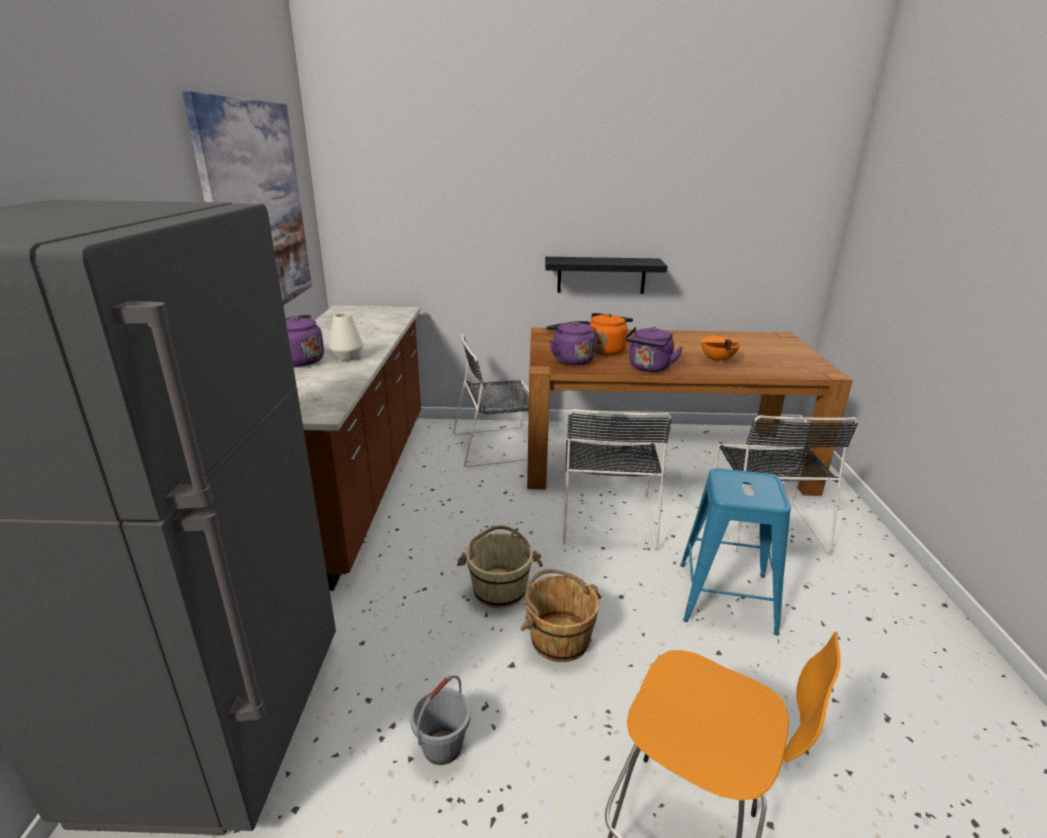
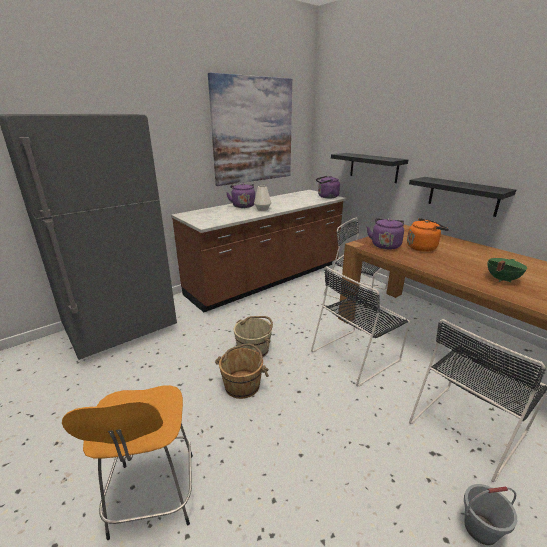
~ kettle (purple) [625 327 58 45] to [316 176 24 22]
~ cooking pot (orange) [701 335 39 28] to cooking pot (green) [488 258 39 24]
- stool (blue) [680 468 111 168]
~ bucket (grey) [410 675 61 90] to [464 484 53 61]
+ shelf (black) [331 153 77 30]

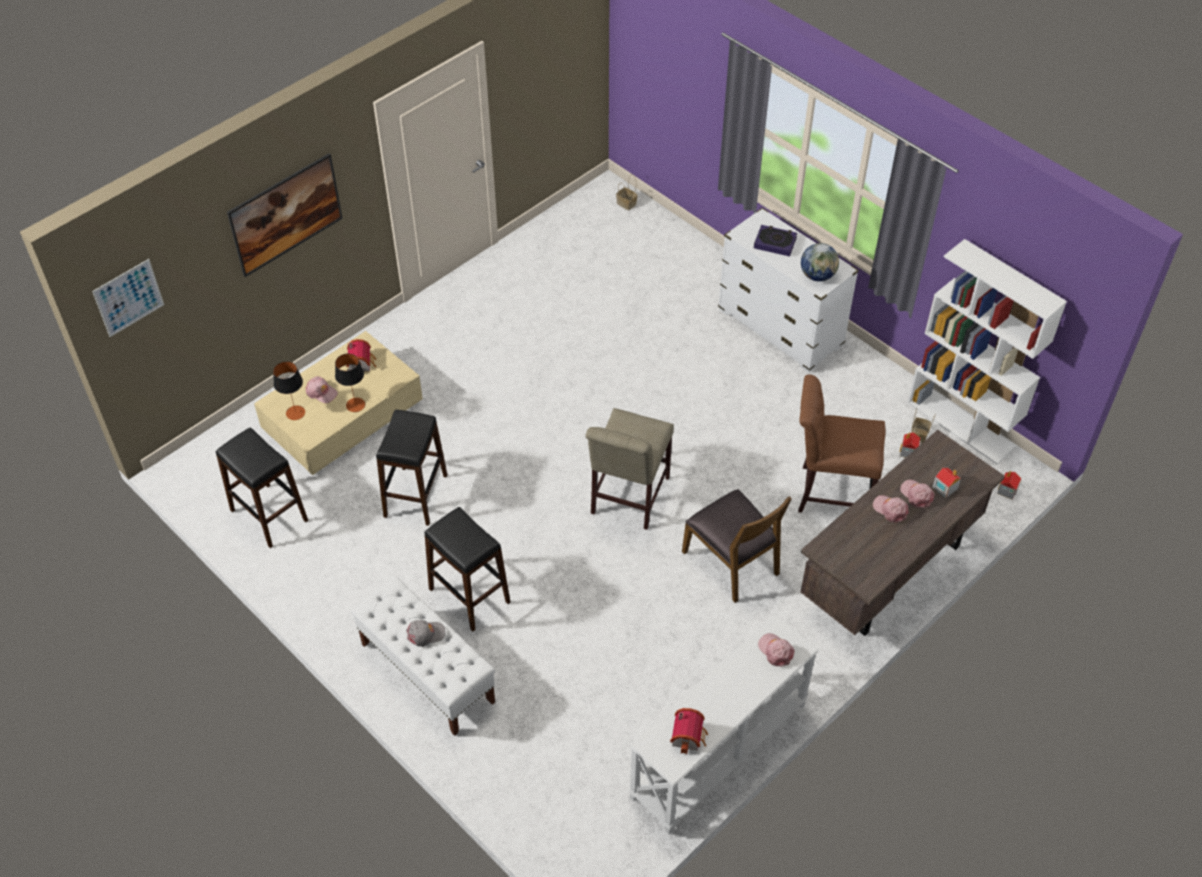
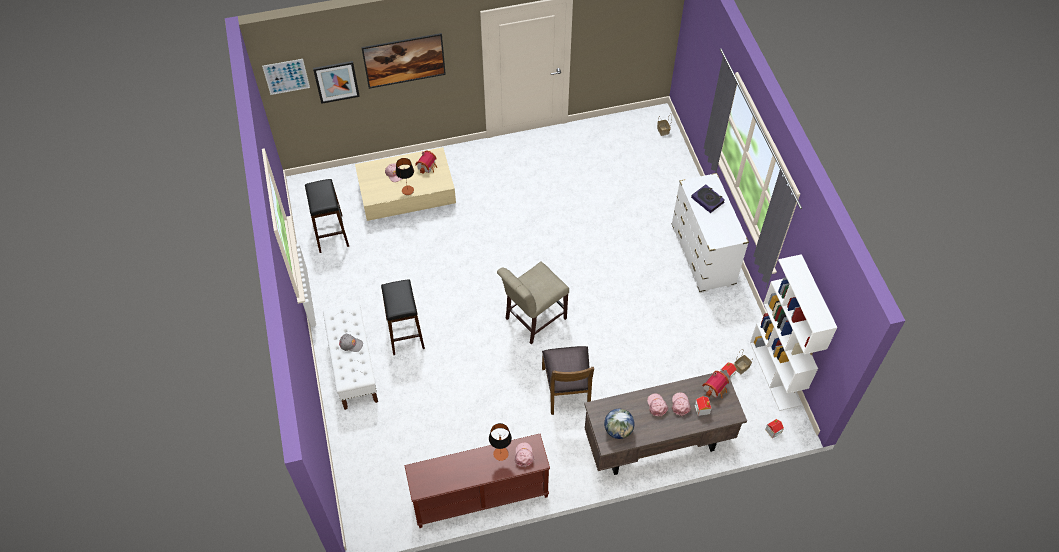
~ globe [801 243 38 39] to [604 409 30 30]
~ table lamp [273 361 32 59] to [489 423 23 38]
- chair (brown) [798 375 87 138]
- stool (black) [376 410 71 116]
~ console table (white) [628 614 191 221] to console table (brown) [404 434 146 94]
~ toy house [670 708 38 46] to [702 371 27 27]
+ picture [313 61 47 43]

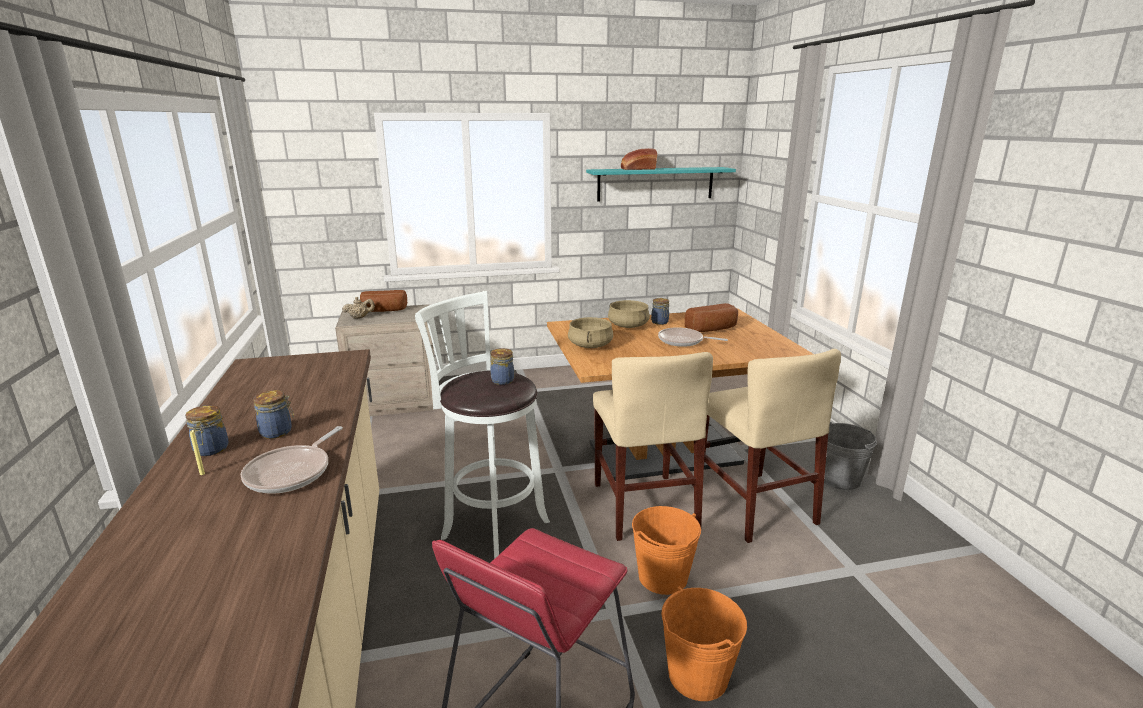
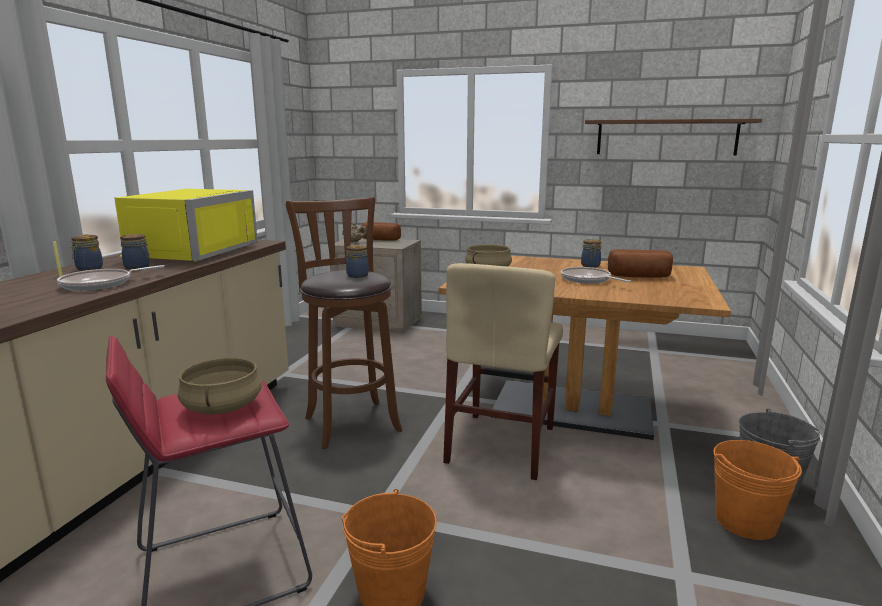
- bread [621 148 36 22]
~ shelf (turquoise) [586 167 150 35] to shelf (brown) [585 119 177 36]
~ stool (white) [415 291 135 268] to stool (brown) [286 197 116 252]
~ cooking pot (beige) [608 300 42 28] to [178 357 84 57]
- chair (beige) [704 349 137 194]
~ bucket (orange) [632 506 69 89] to [713 440 89 100]
+ microwave (yellow) [114 189 144 73]

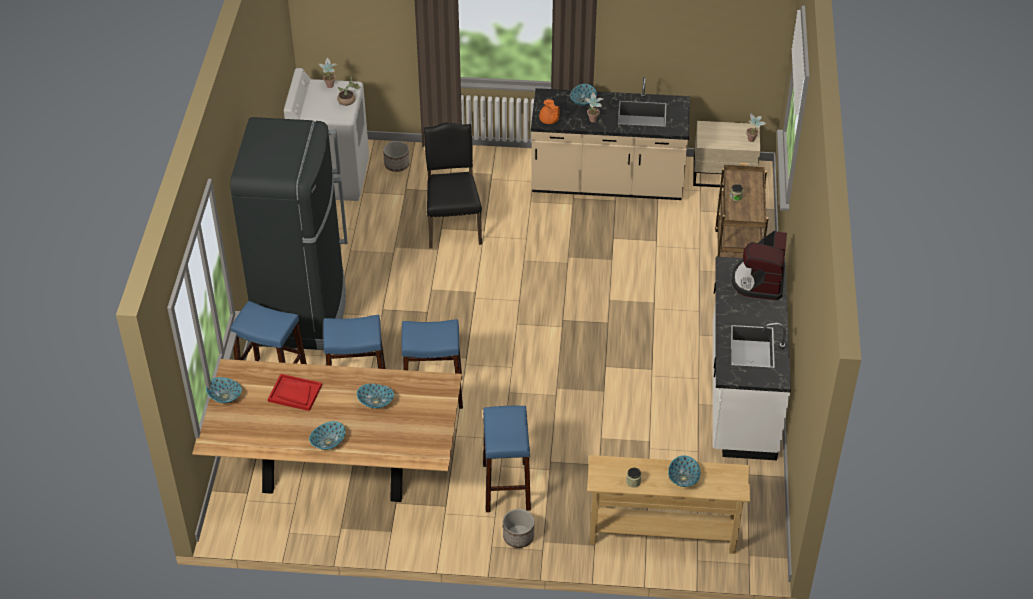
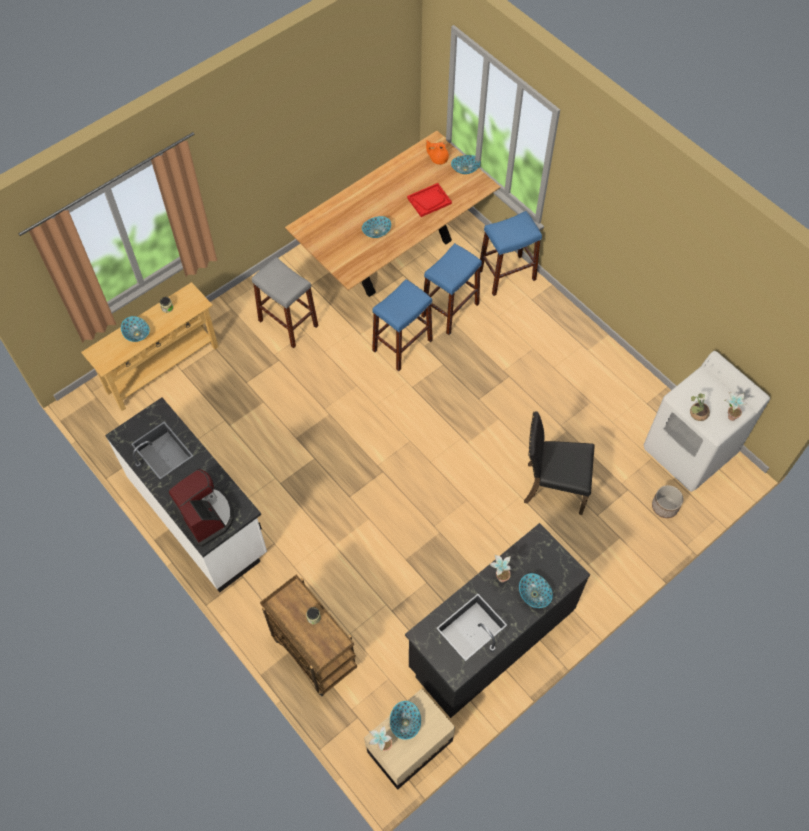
~ counter (beige) [531 77 159 123] to counter (black) [405 523 185 195]
~ teapot (orange) [539 99 21 25] to [426 140 23 25]
- fridge (black) [230 117 118 233]
~ chair (black) [424 122 58 126] = [524 411 71 104] 150 degrees clockwise
~ stool (blue) [483 406 48 106] to stool (grey) [252 257 66 91]
~ bowl [309 421 36 29] to [390 701 31 39]
- planter [503 509 31 39]

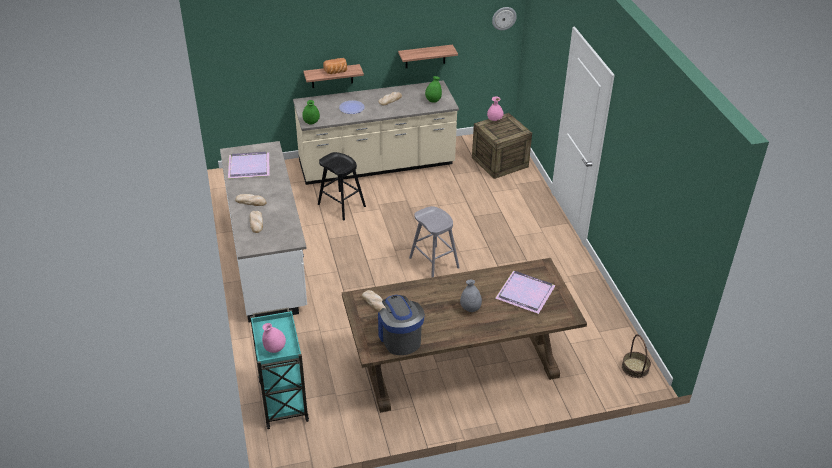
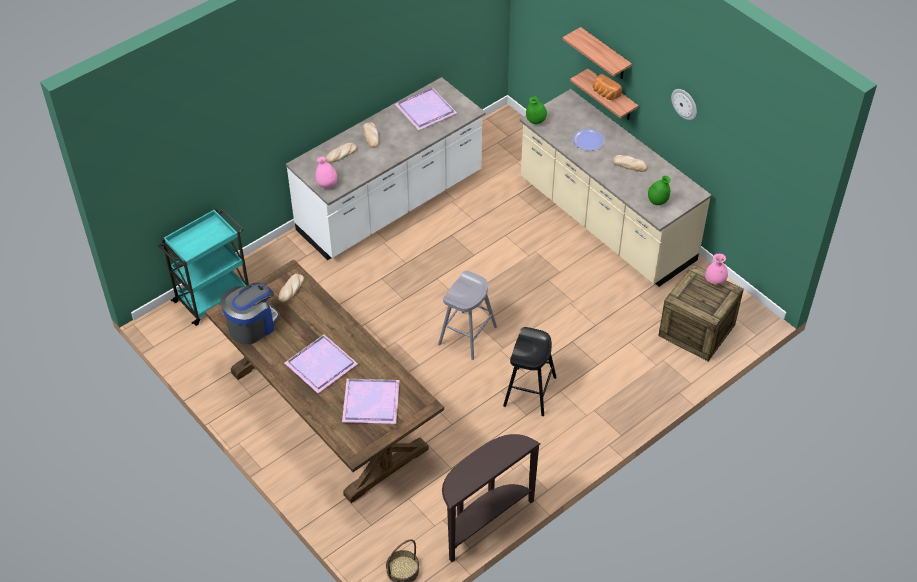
~ wall clock [492 7 25 23] to [671 89 26 31]
~ shelf [398 45 60 23] to [562 27 70 52]
~ stool (black) [318 152 48 68] to [503 327 54 89]
~ vase (grey) [460 280 22 32] to tray (purple) [285 335 73 58]
~ vase (pink) [262 323 24 30] to [316 156 21 32]
+ console table (brown) [442 434 98 128]

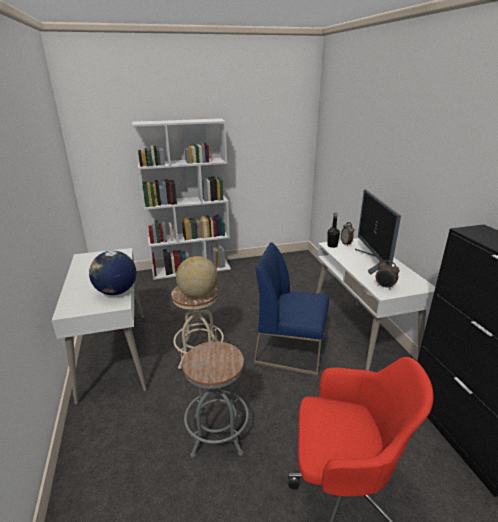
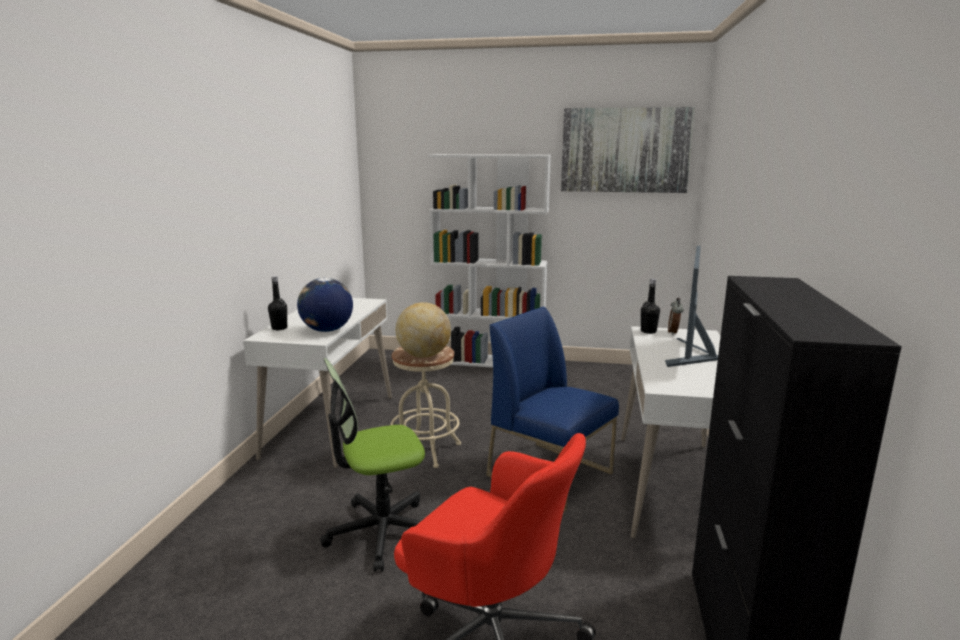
- alarm clock [376 261 23 29]
~ stool (grey) [182 341 67 117] to office chair [320 358 105 214]
+ picture [561 107 134 86]
+ bottle (black) [268 276 19 54]

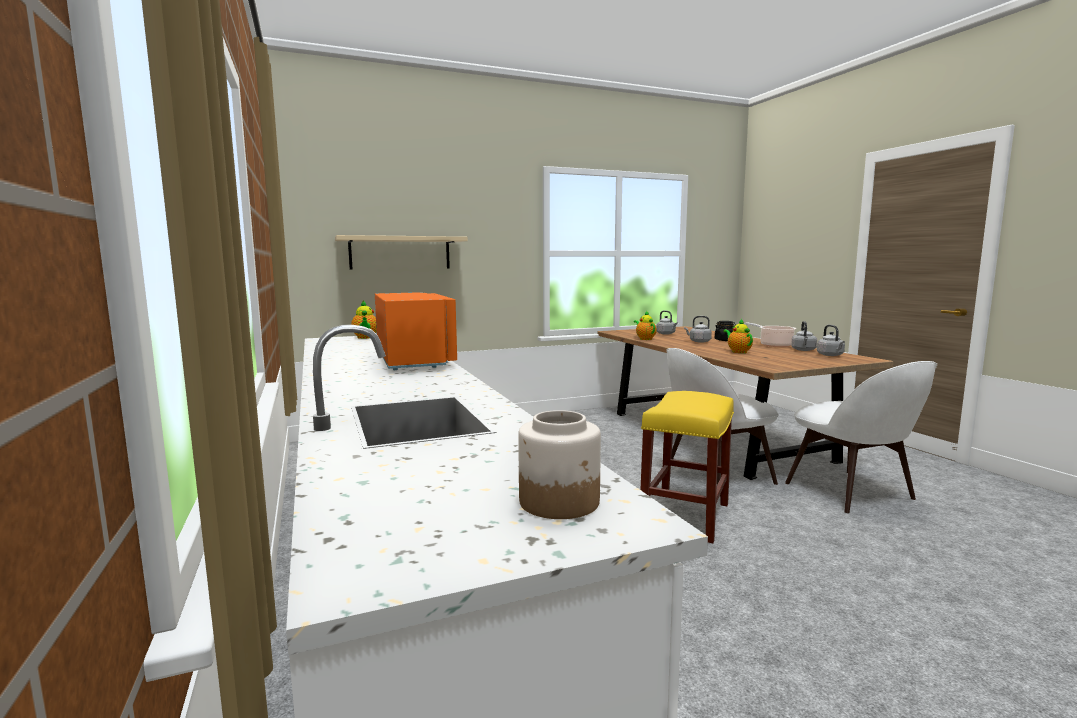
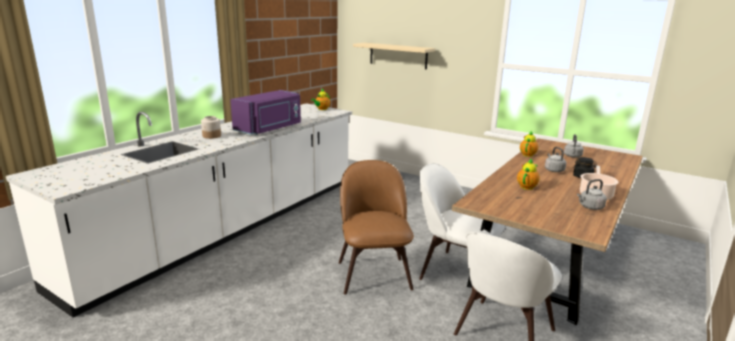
~ microwave (orange) [375 292 82 78] to microwave (purple) [230 90 71 45]
- kettle (grey) [817 325 28 31]
~ stool (yellow) [640 391 94 152] to chair (brown) [339 160 75 135]
~ jar [518 410 83 109] to [201 116 20 23]

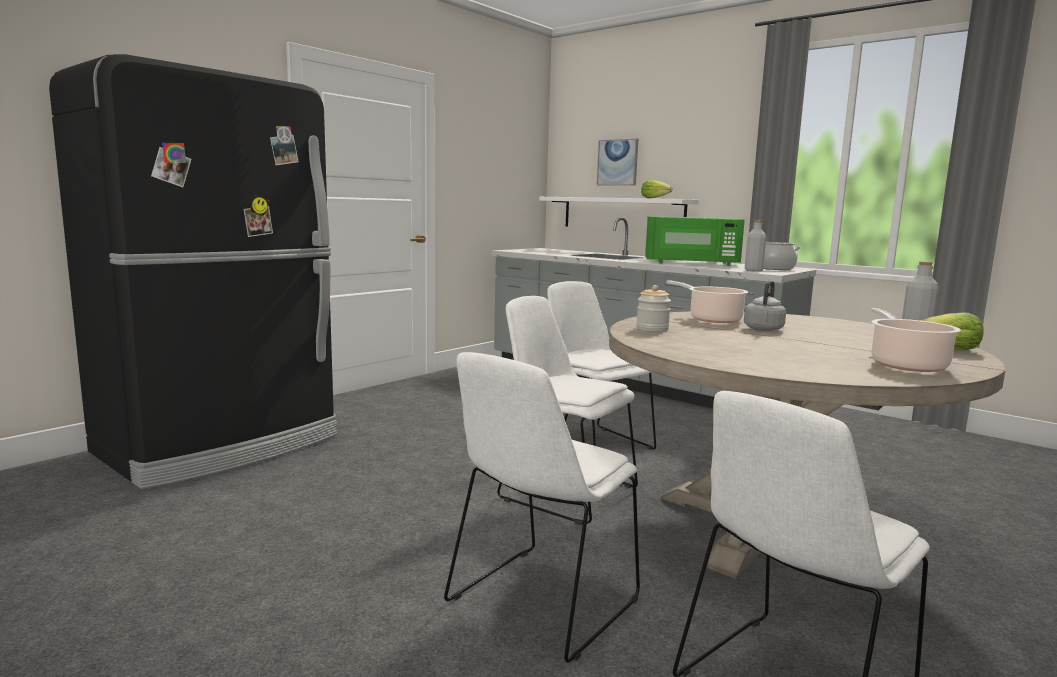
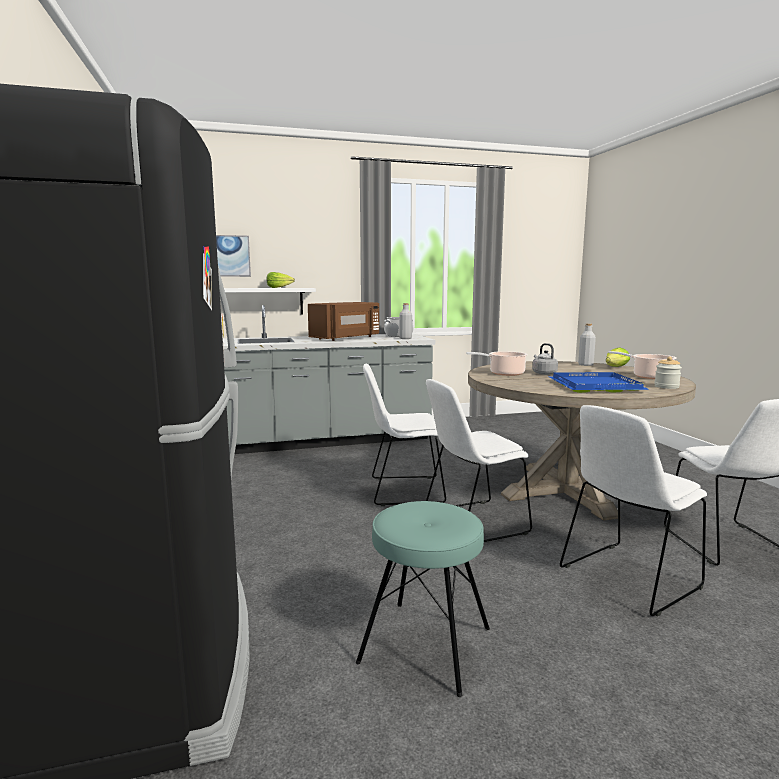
~ microwave (green) [645 216 100 50] to microwave (brown) [308 302 71 39]
~ jar [636 285 35 46] to [654 356 28 33]
~ chair (white) [444 352 196 311] = [560 405 147 212] 75 degrees clockwise
+ tray (blue) [548 372 102 21]
+ stool (turquoise) [356 501 134 196]

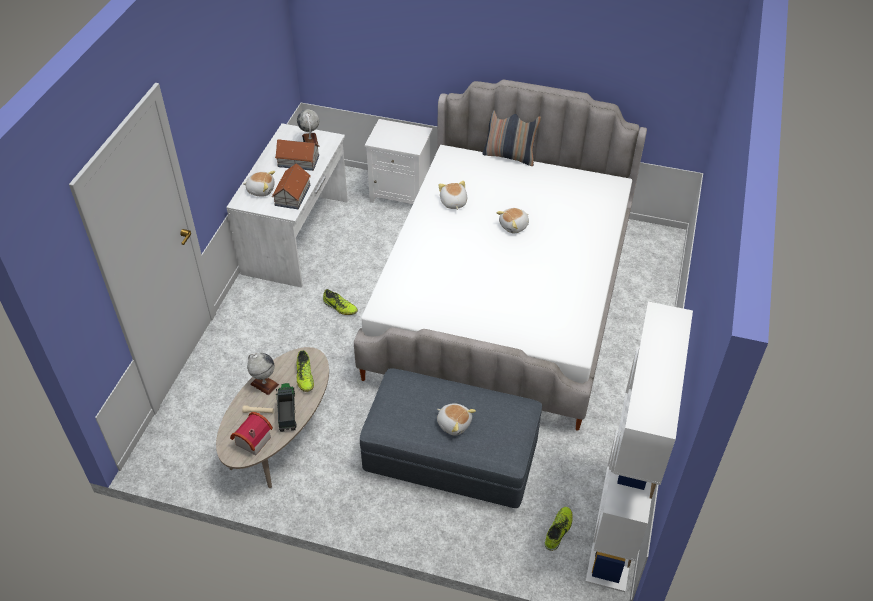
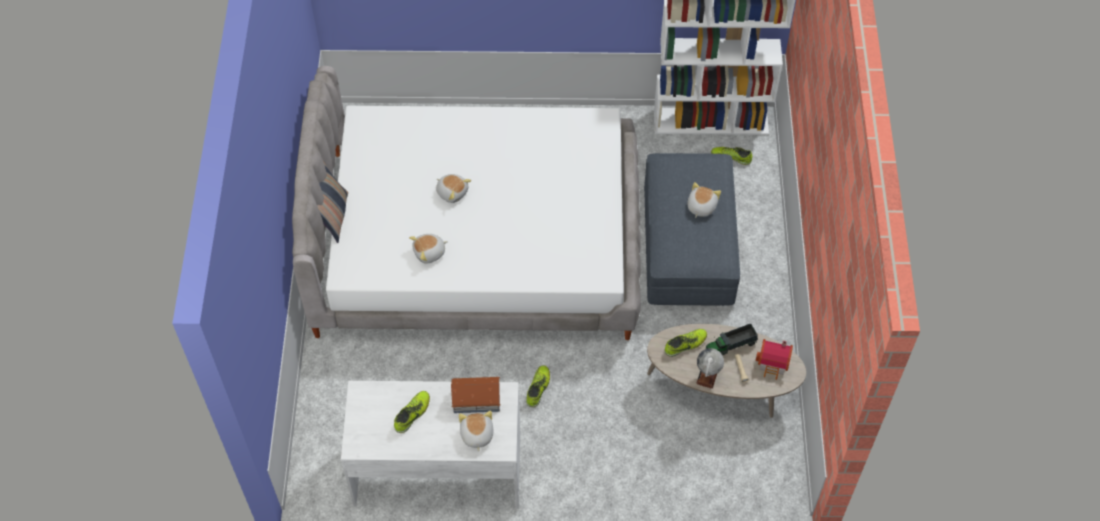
- globe [297 110 22 35]
- nightstand (white) [365 119 68 85]
~ toy house [275 139 45 32] to shoe [394 391 36 42]

